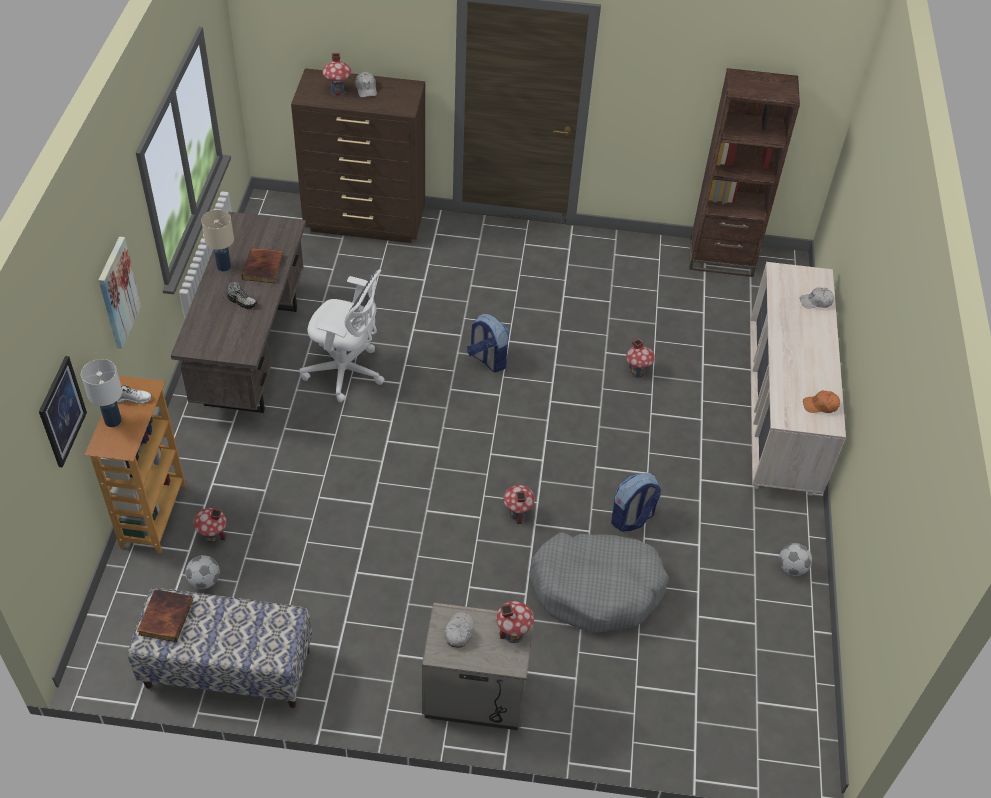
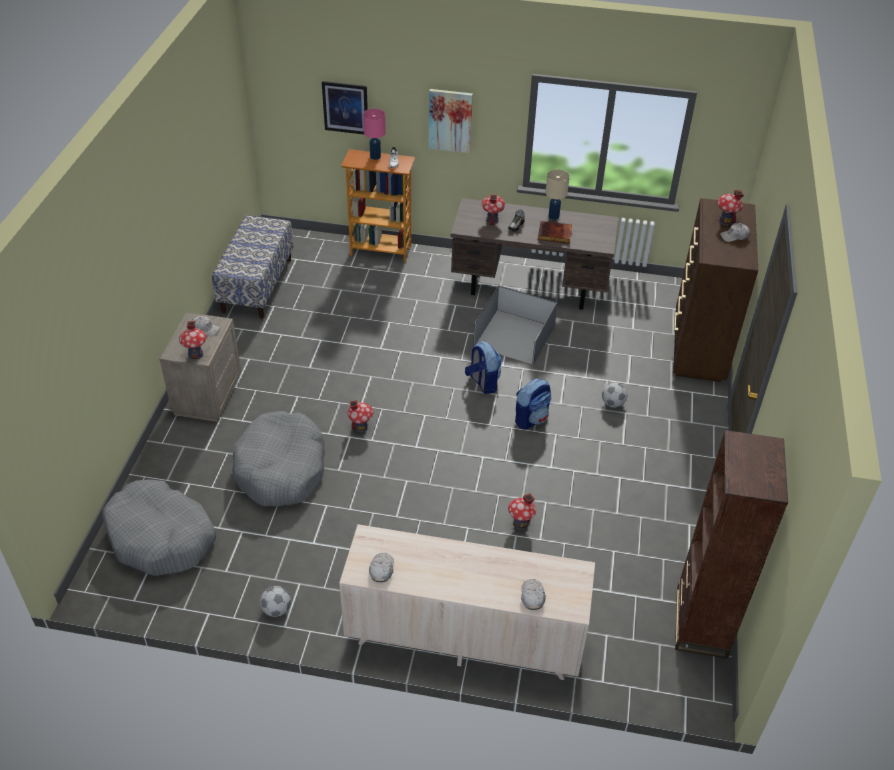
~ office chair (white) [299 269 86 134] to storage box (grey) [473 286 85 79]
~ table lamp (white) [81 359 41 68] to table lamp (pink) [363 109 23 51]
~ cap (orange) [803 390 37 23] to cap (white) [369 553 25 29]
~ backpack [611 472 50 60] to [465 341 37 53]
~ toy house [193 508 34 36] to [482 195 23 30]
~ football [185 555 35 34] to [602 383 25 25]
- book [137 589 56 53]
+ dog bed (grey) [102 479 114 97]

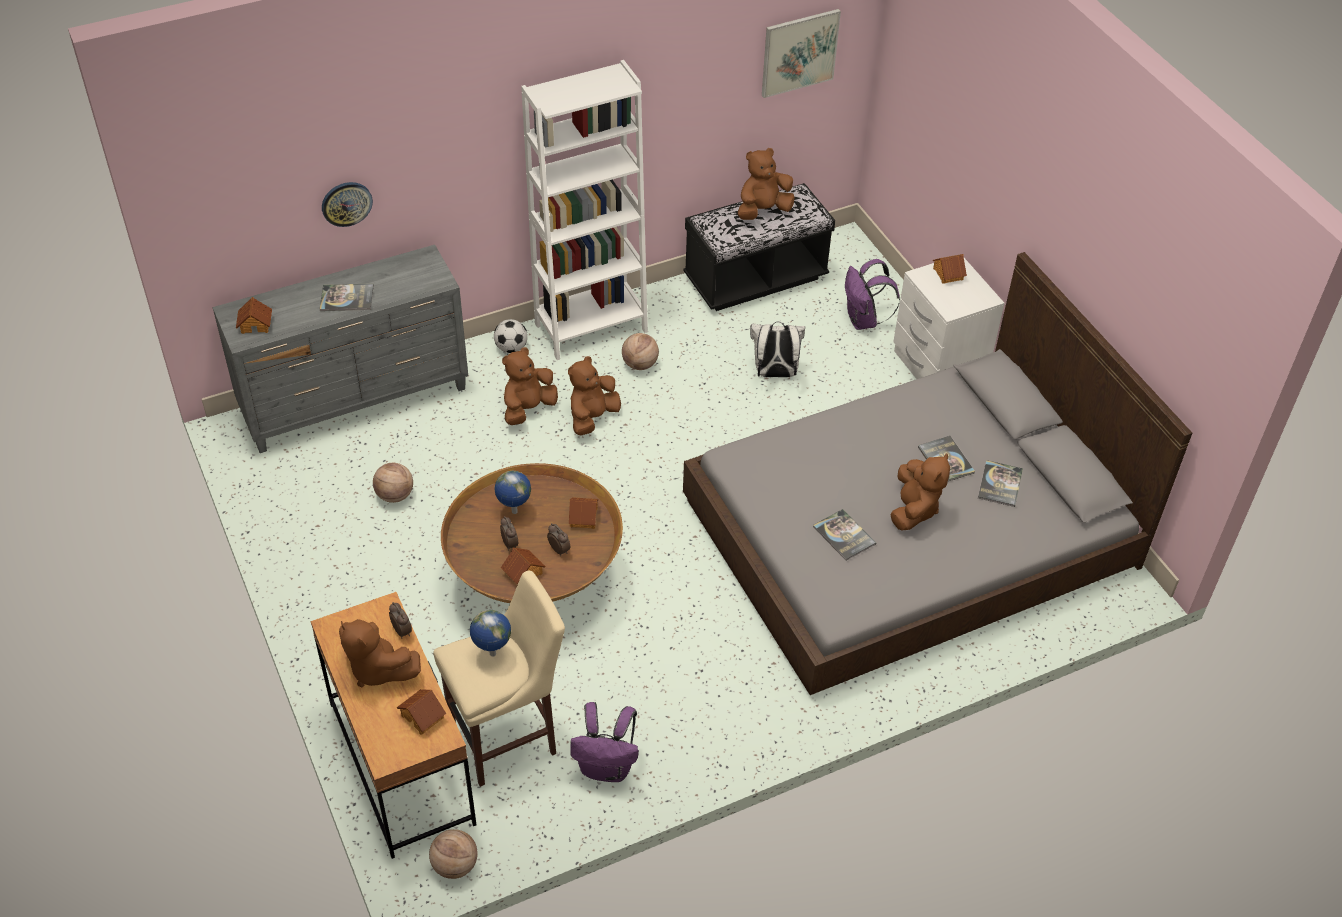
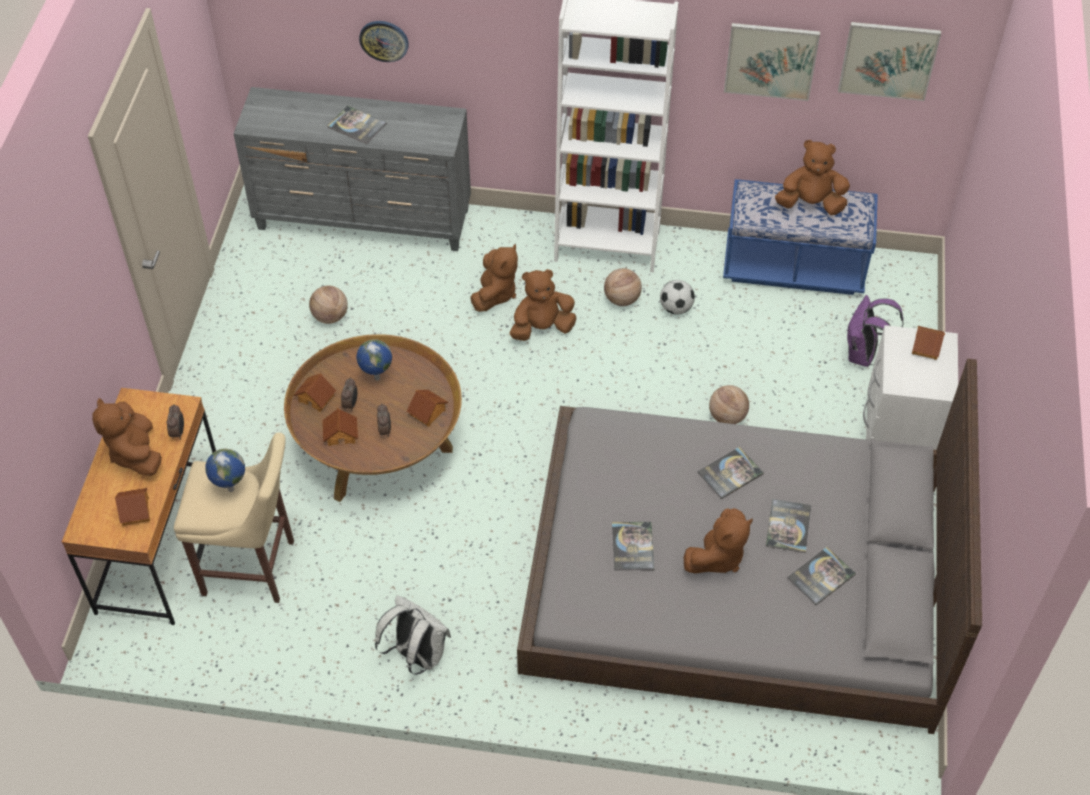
~ bench (black) [683 183 152 128] to bench (blue) [723 179 155 116]
~ toy house [236 297 36 37] to [294 373 42 39]
~ football [494 319 34 34] to [660 280 35 35]
~ backpack (white) [750 322 55 55] to [375 595 76 80]
~ plush toy (brown) [502 347 56 78] = [470 244 48 68] 120 degrees clockwise
- backpack (purple) [570 702 69 80]
~ basketball [429 829 49 50] to [709 385 40 39]
+ picture [724 23 96 78]
+ book [697 447 67 52]

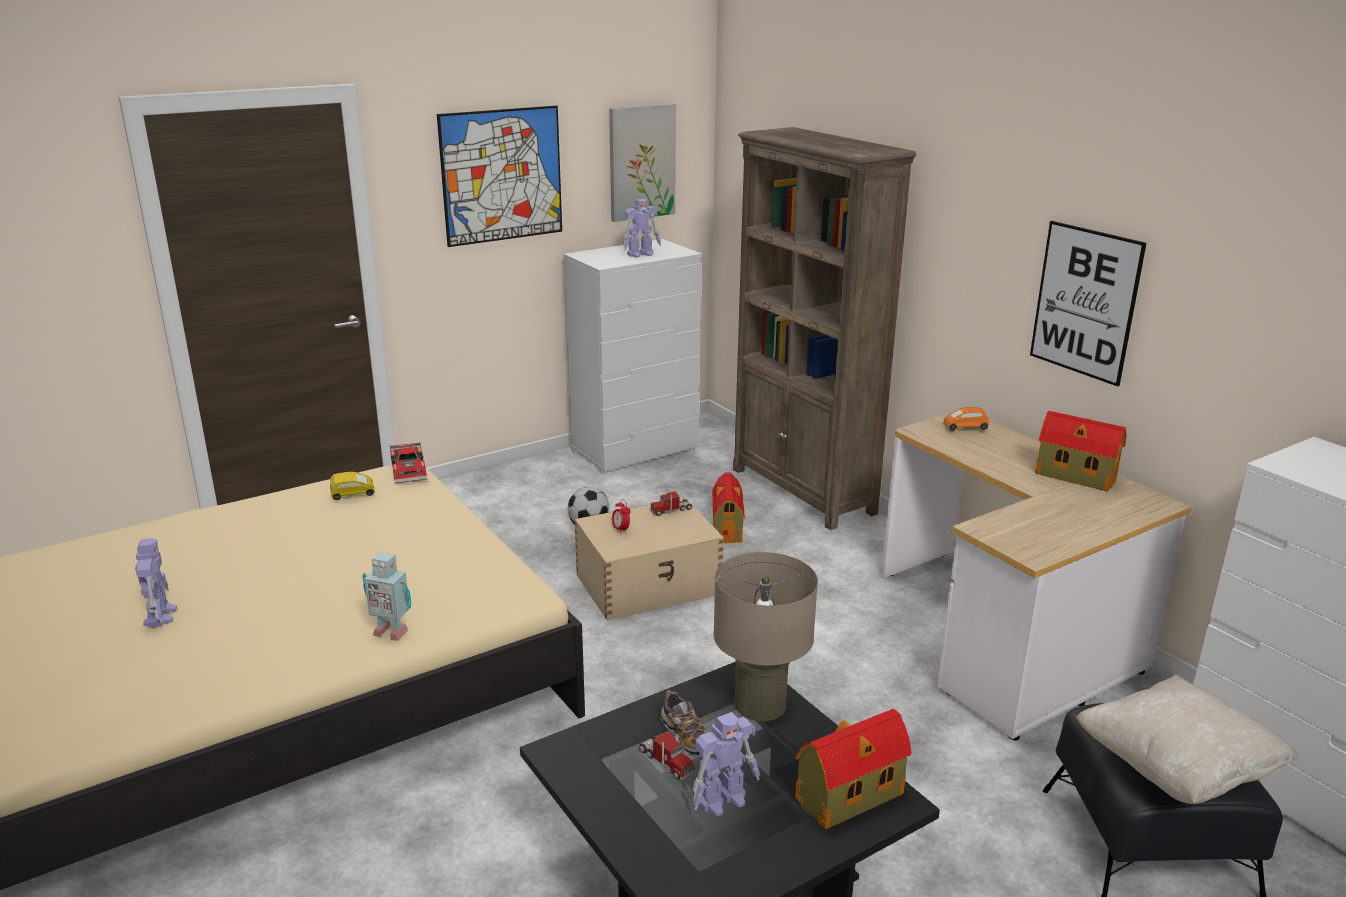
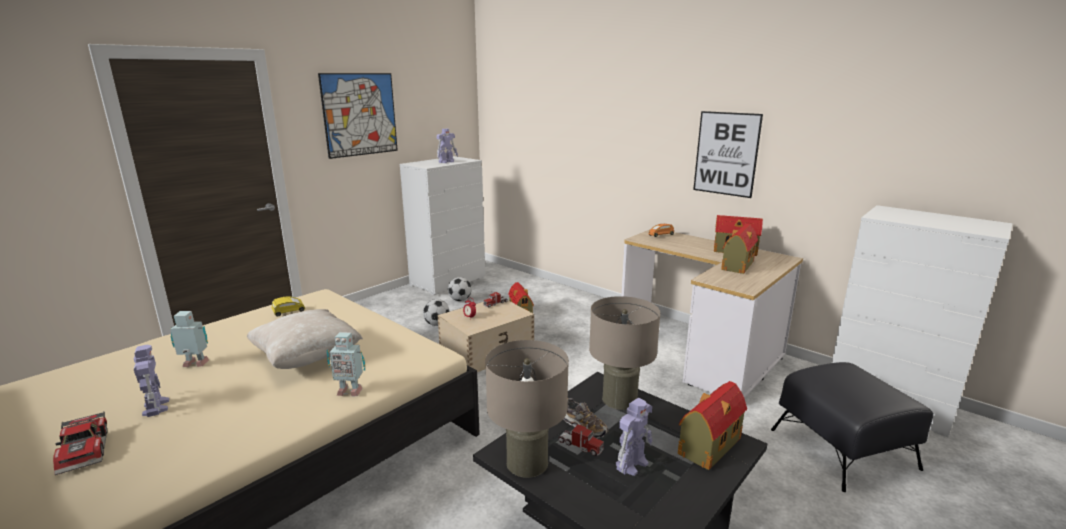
- picture [609 103 67 119]
- bookcase (brown) [733 127 183 403]
~ toy car [390 443 37 41] to [53 412 54 63]
~ pillow (beige) [1076 674 224 130] to [247 309 116 60]
+ toy house [721 224 37 50]
+ football [448 277 24 24]
+ toy robot [170 311 39 56]
+ table lamp (beige) [485 340 84 138]

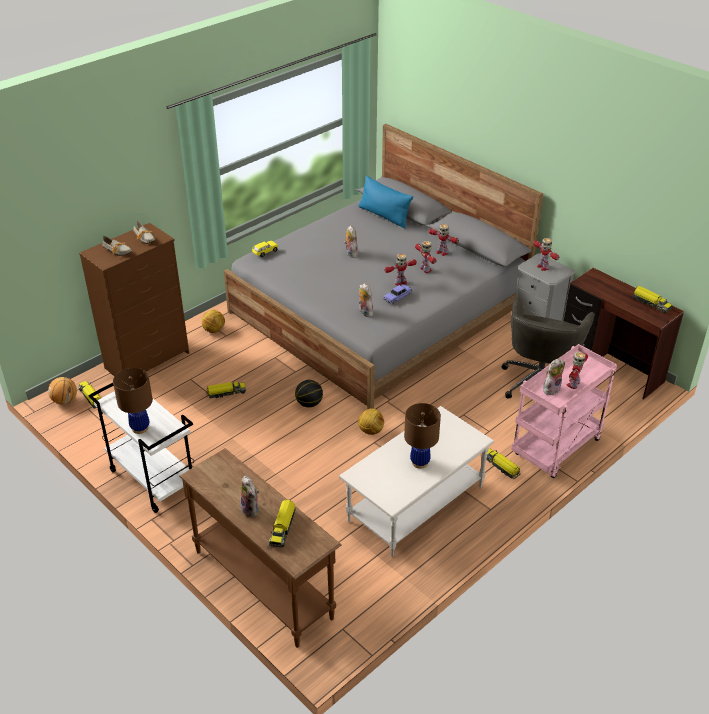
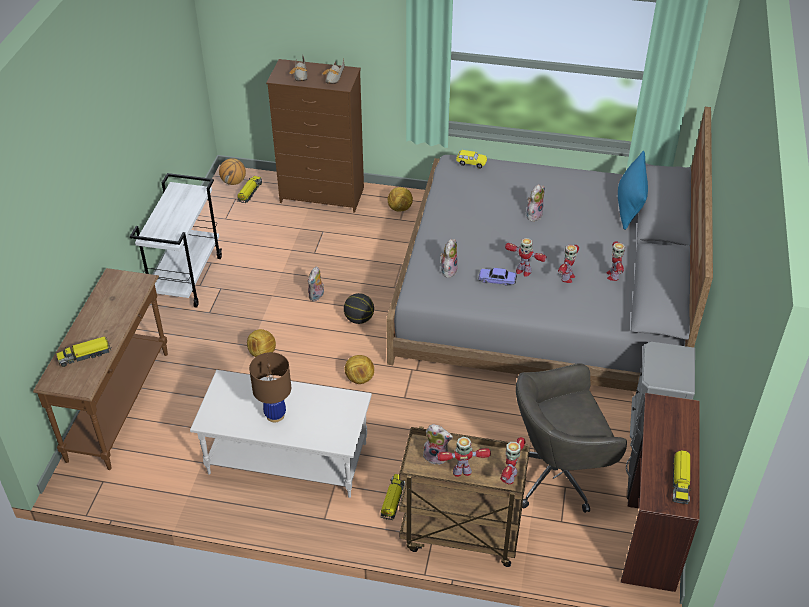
~ toy robot [533 238 26 33] to [500 437 26 47]
~ cart (pink) [511 344 106 134] to cart (brown) [399 426 131 141]
- table lamp (brown) [113 368 40 66]
- toy truck [206 381 40 17]
~ plush toy [240 476 19 42] to [308 267 16 34]
+ football [247 329 29 28]

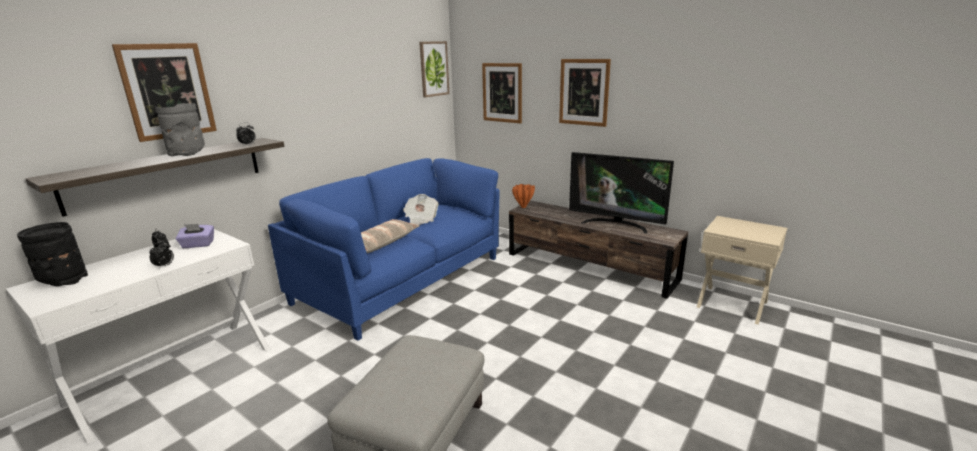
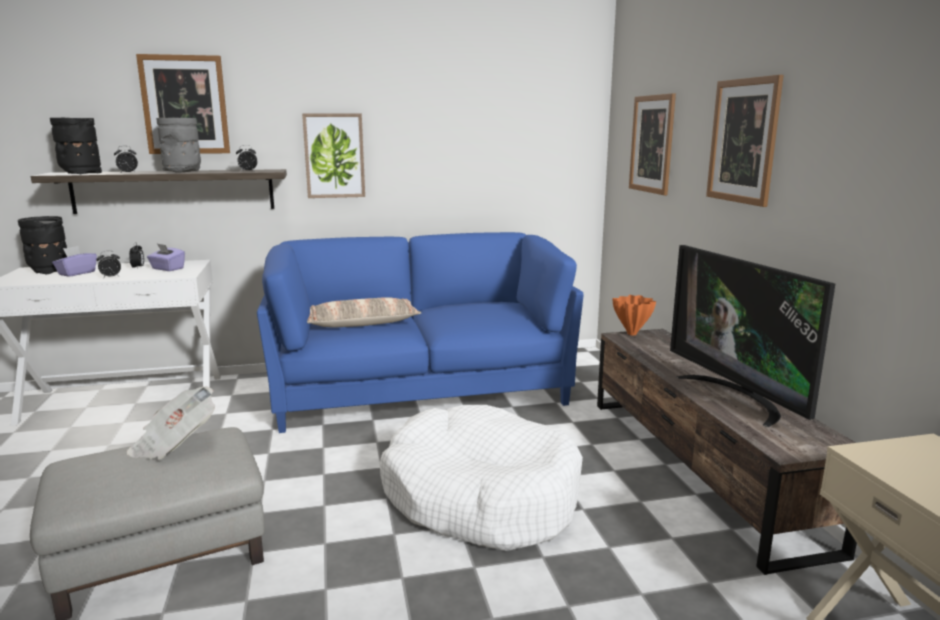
~ picture [419 41 30 56] to [302 113 63 85]
~ newspaper [403 194 36 31] to [127 387 88 73]
+ vase (black) [50 118 52 56]
+ alarm clock [114 146 24 27]
+ tissue box (purple) [52 246 45 31]
+ dog bed (white) [380 405 203 146]

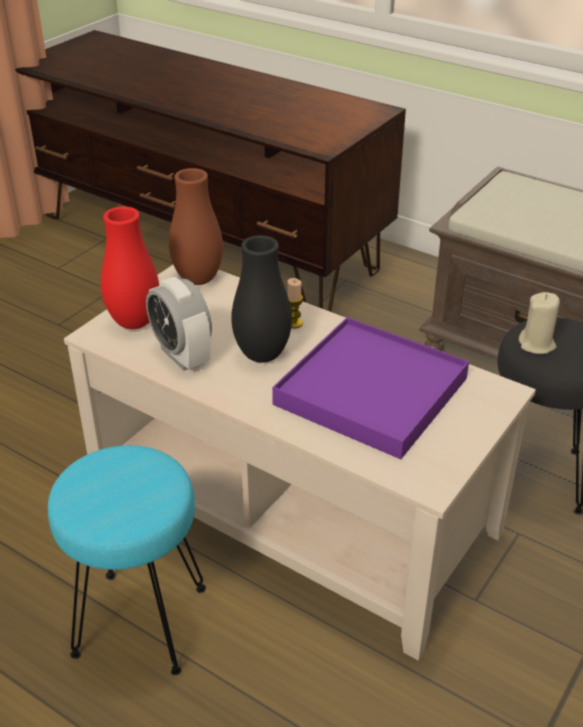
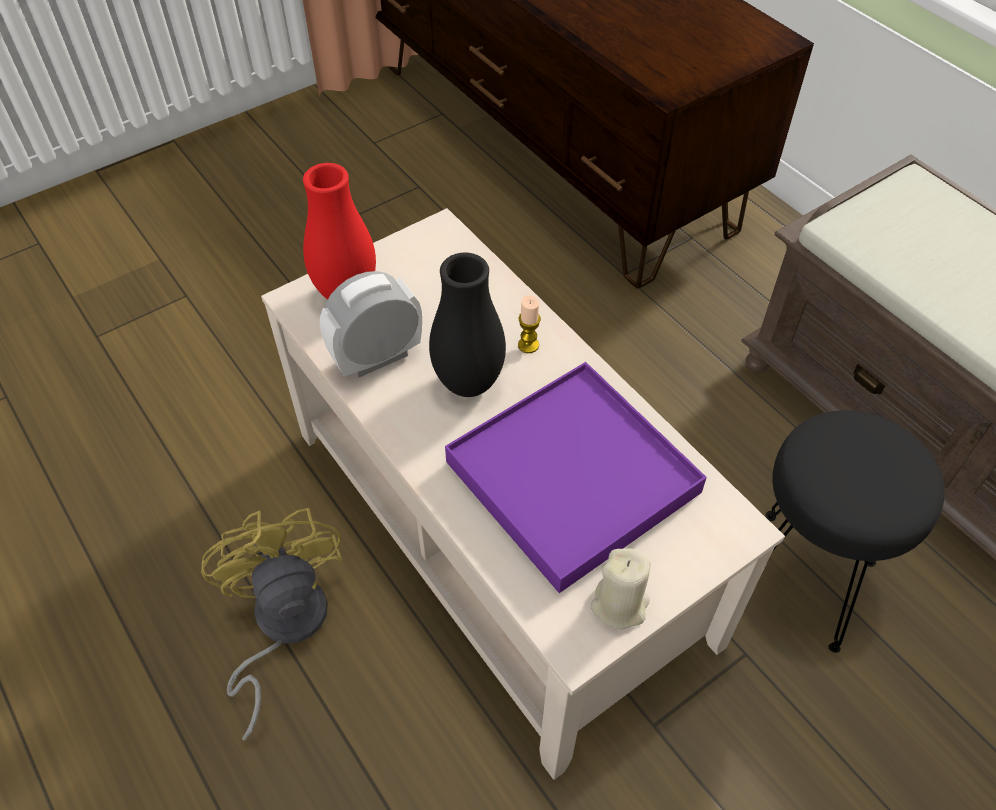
- vase (brown) [169 168 54 117]
~ alarm clock [146 277 66 94] = [320 271 102 107] 75 degrees clockwise
~ candle (beige) [519 292 41 62] to [591 549 60 81]
~ stool (turquoise) [48 445 158 230] to fan (yellow) [201 508 141 233]

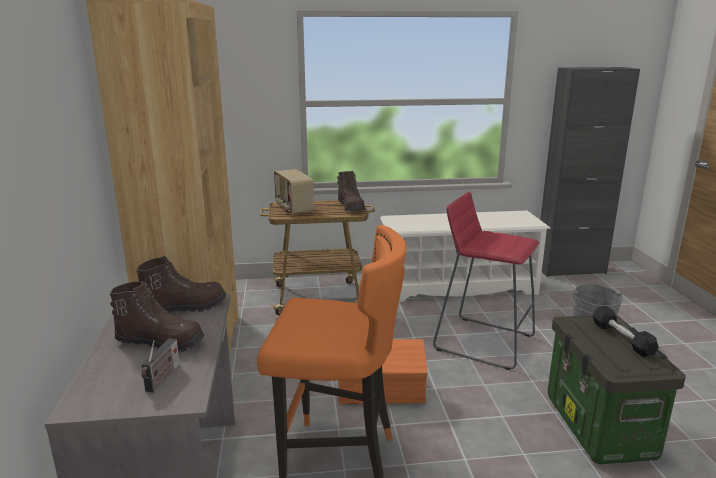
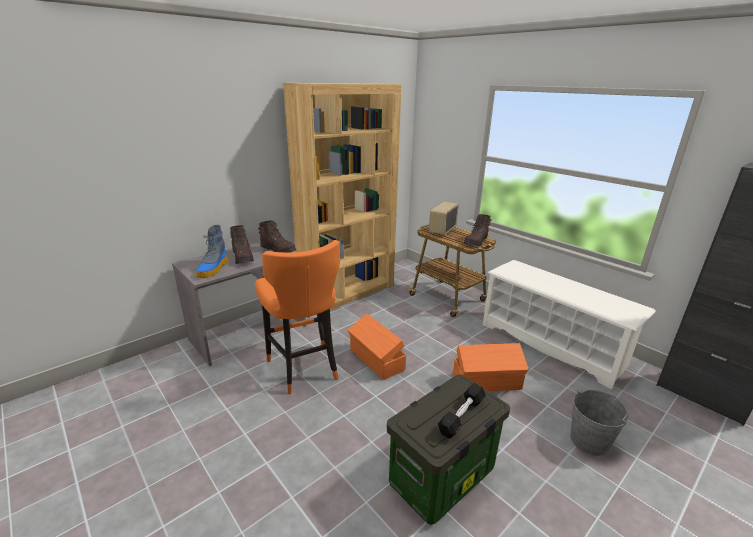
~ stool (red) [433 192 106 178] to storage box (orange) [453 343 76 48]
~ radio [141 338 39 55] to boot [196 225 32 53]

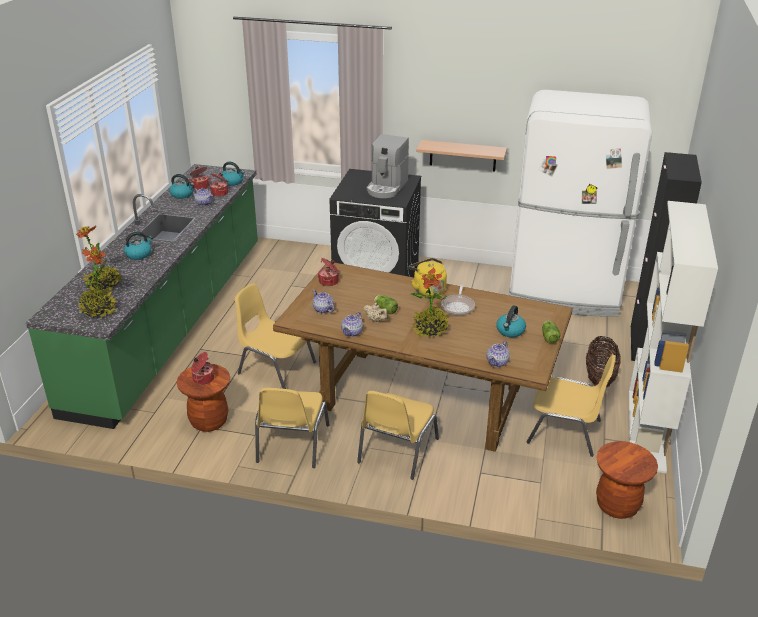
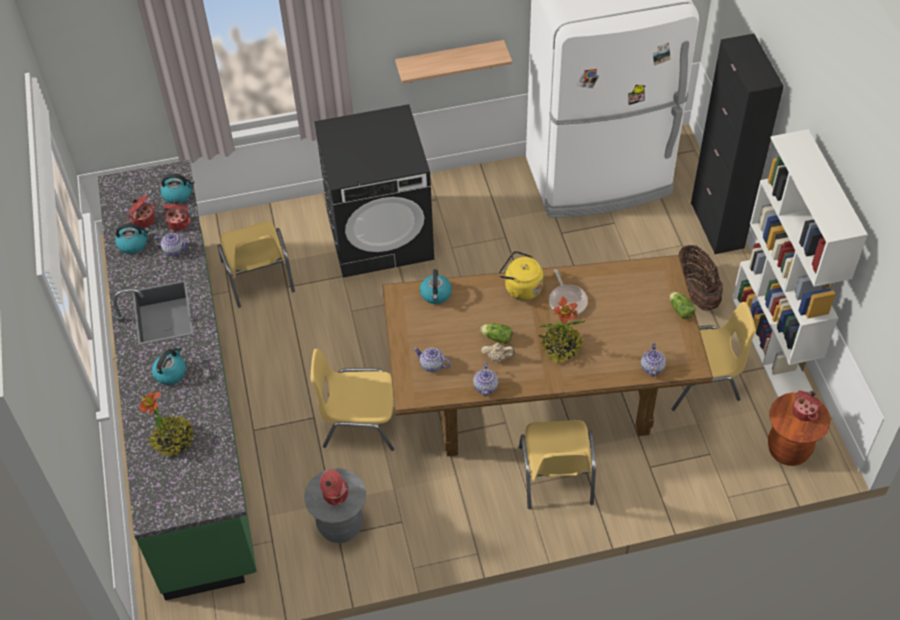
- coffee machine [367 134 42 64]
- potted plant [78 246 39 71]
~ cooking pot [318 258 21 28] to [792 390 30 31]
~ kettle [496 305 30 33] to [420 270 32 34]
~ stool (brown) [177 364 53 68] to stool (grey) [304 468 62 75]
~ chair (yellow) [255 388 75 80] to [218 222 77 86]

